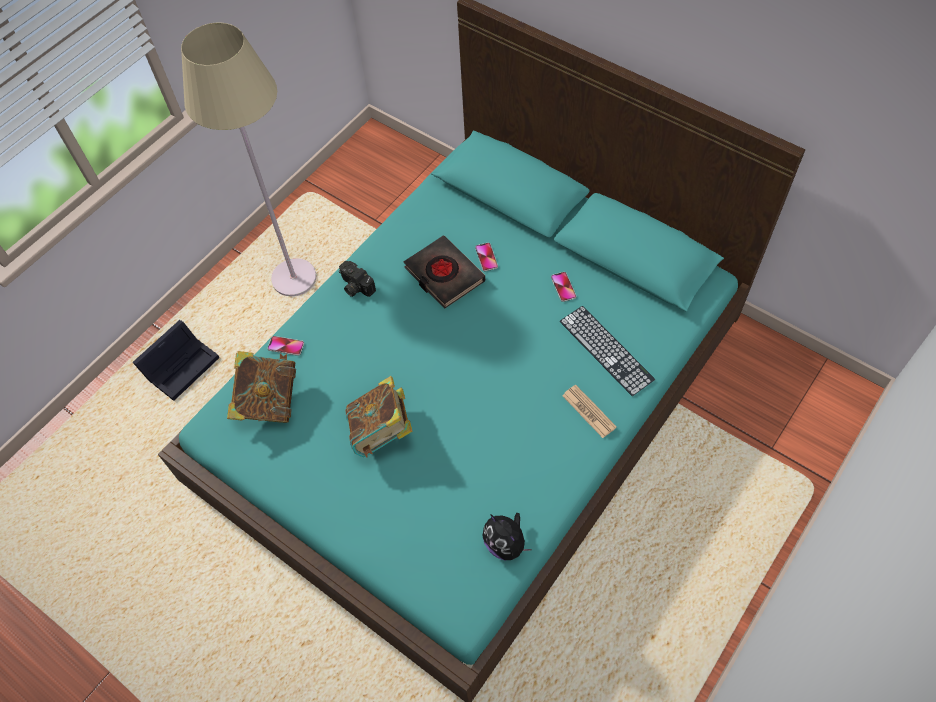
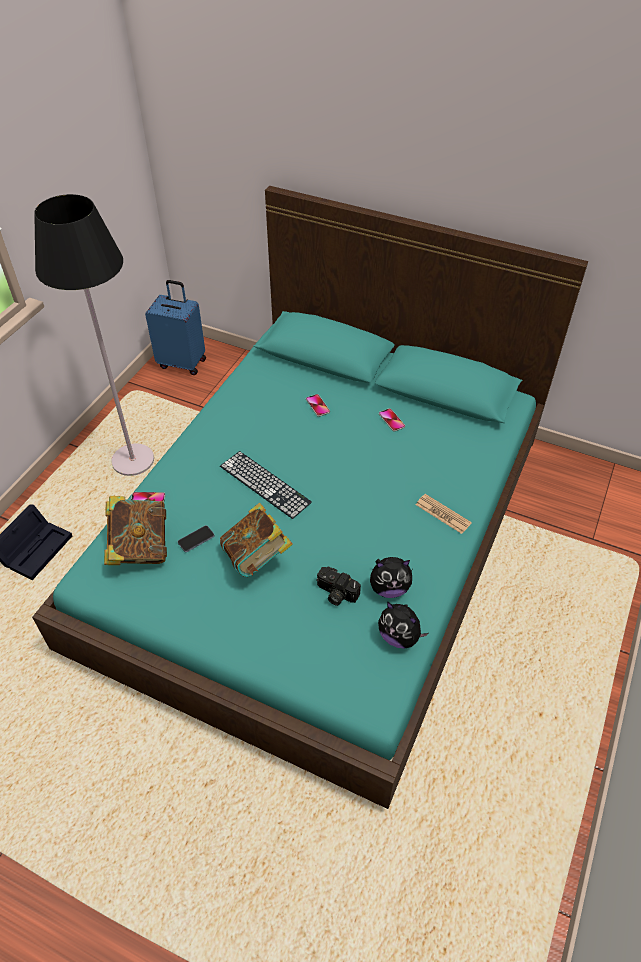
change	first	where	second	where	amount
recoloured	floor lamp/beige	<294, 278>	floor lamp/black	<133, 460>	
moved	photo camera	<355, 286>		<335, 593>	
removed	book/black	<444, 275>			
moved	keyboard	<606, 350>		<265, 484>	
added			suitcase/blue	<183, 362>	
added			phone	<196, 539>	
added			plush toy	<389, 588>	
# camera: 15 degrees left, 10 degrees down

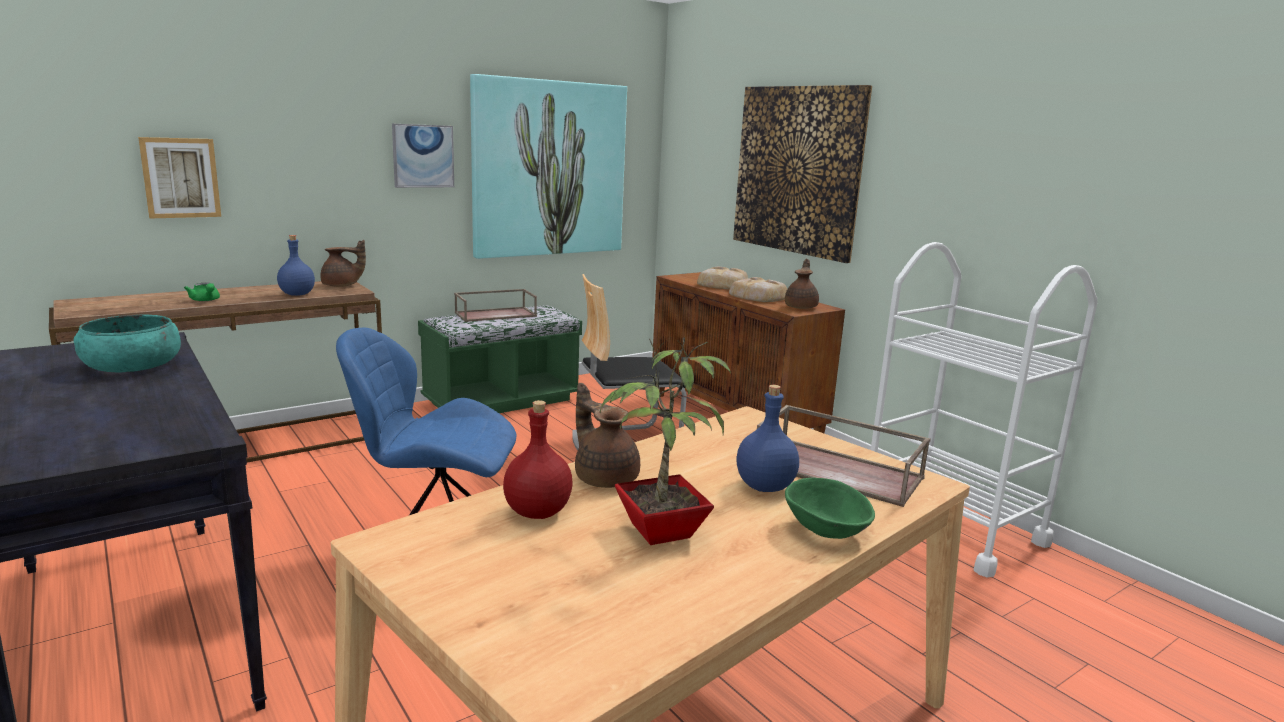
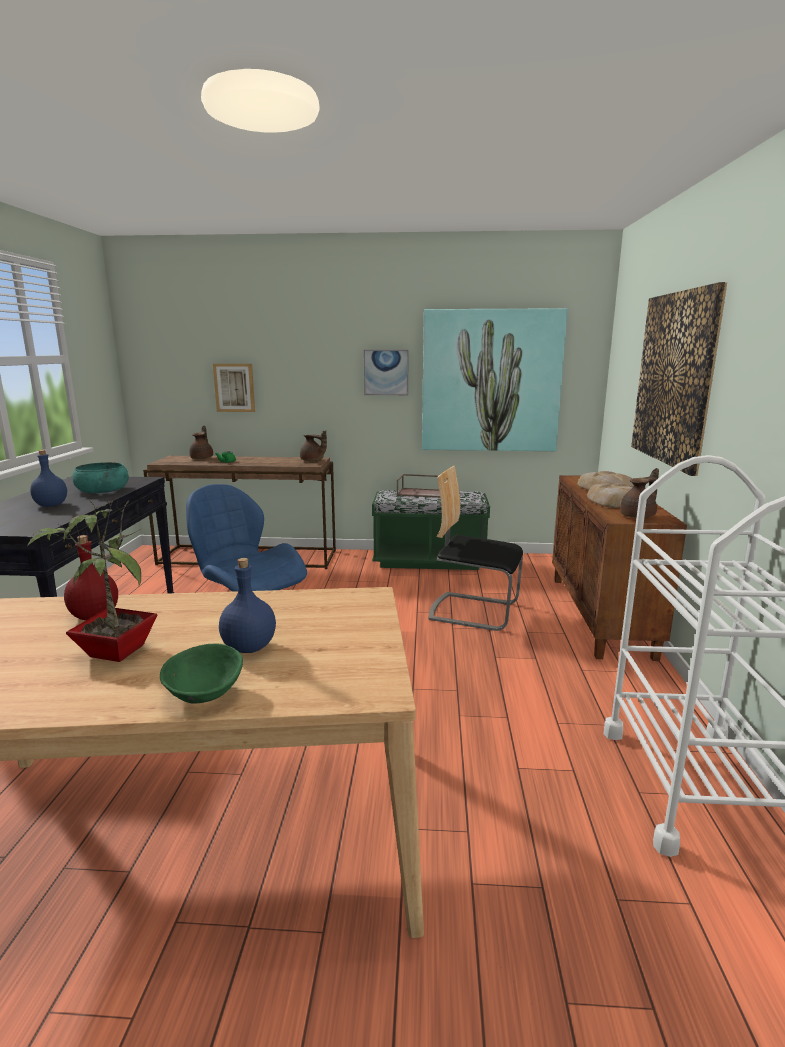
change	first	where	second	where	amount
moved	bottle/blue	<297, 294>		<51, 505>	
moved	teapot/brown	<605, 477>		<202, 458>	
removed	tray/brown	<840, 471>			
# camera: 40 degrees right, 0 degrees up

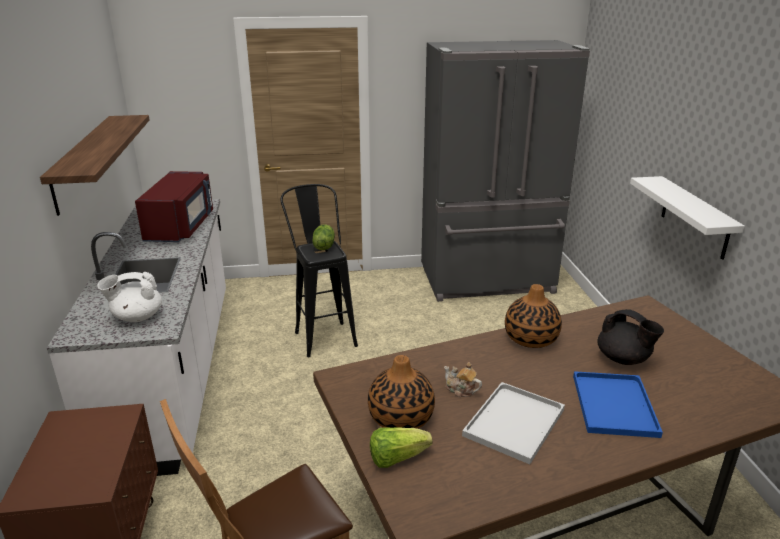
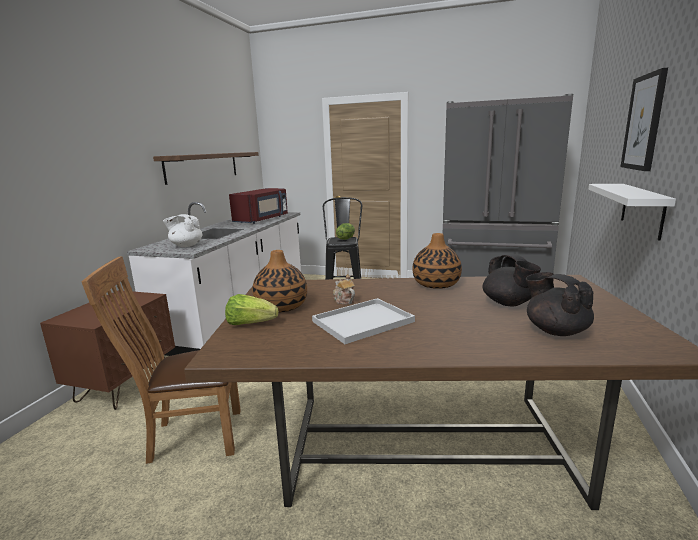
change	first	where	second	where	amount
removed	tray/blue	<615, 406>			
added			teapot/black	<555, 330>	
added			picture	<644, 122>	
# camera: 25 degrees right, 10 degrees down

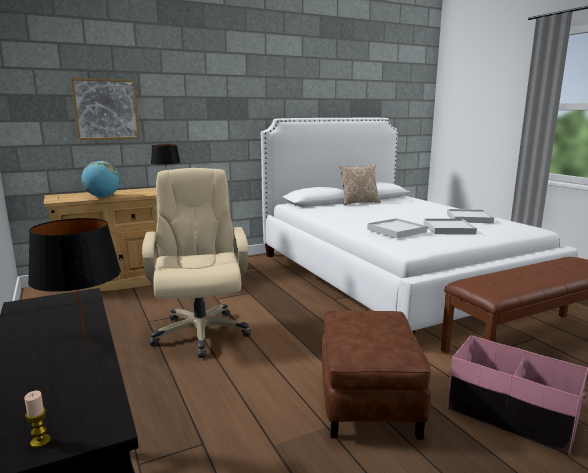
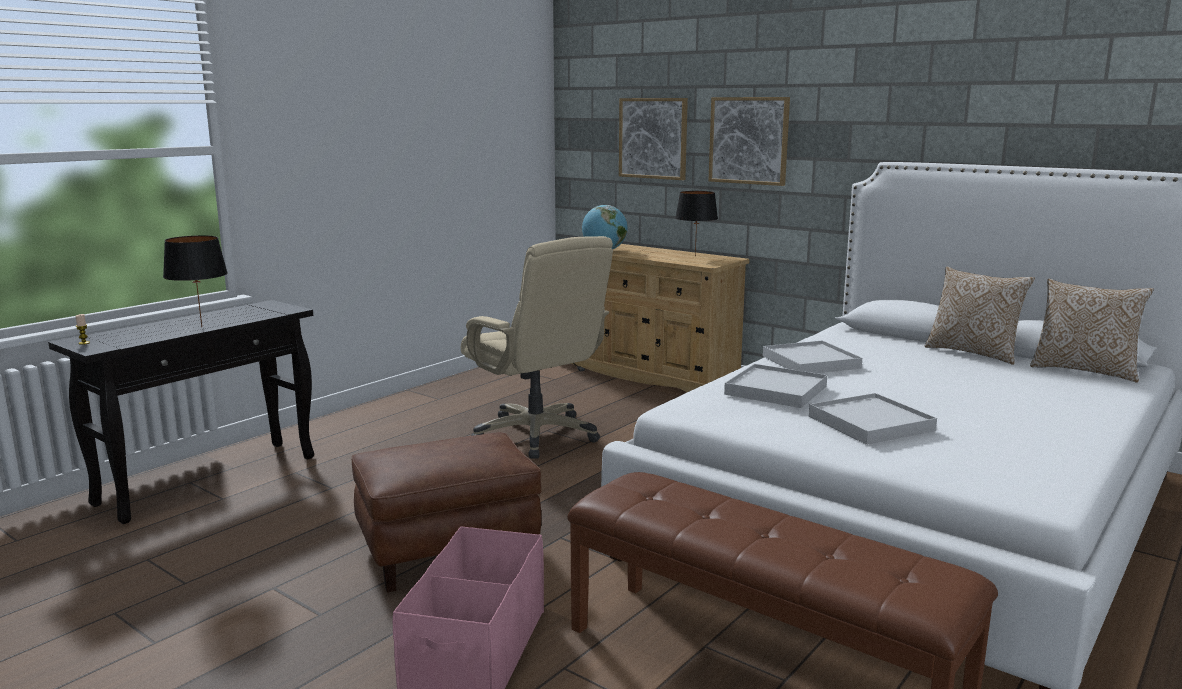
change	first	where	second	where	amount
turned	office chair/beige	<200, 332>		<537, 435>	90 degrees clockwise
moved	tray/white	<469, 218>		<811, 362>	
added			picture	<749, 140>	
added			pillow	<1084, 370>	
# camera: 65 degrees right, 0 degrees up

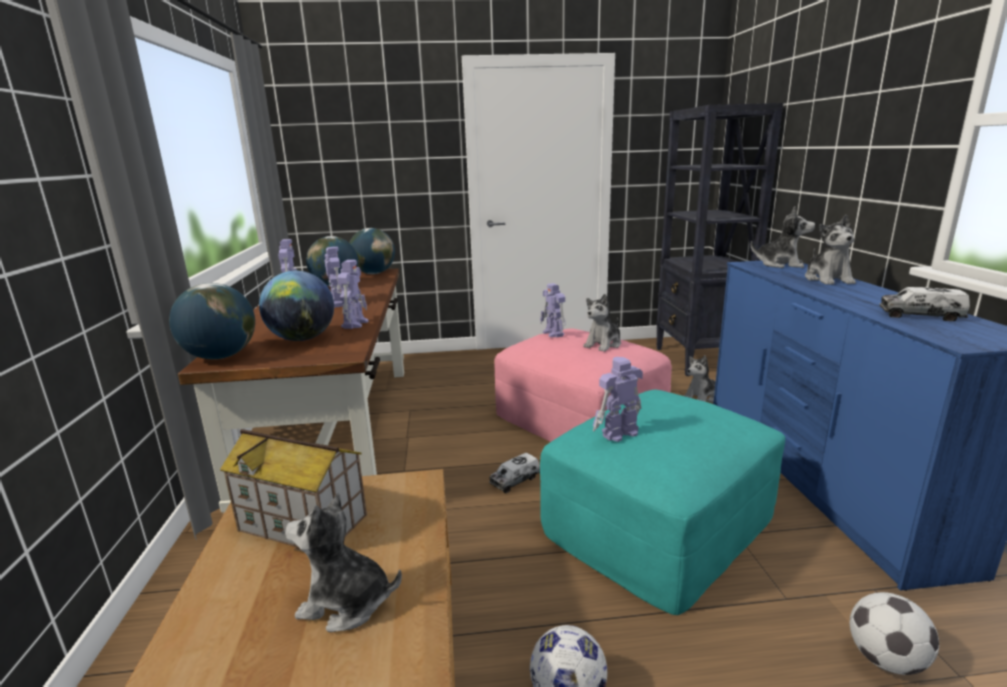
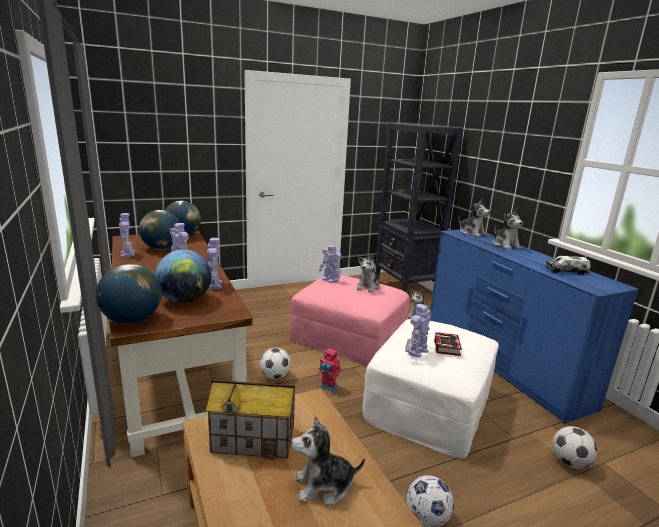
change	first	where	second	where	amount
replaced	toy truck	<515, 480>	toy robot	<328, 387>	
recoloured	ottoman/turquoise	<658, 522>	ottoman/white	<429, 403>	
turned	plush toy	<780, 264>		<472, 233>	45 degrees clockwise
added			football	<275, 376>	
added			book	<447, 346>	
# camera: 20 degrees left, 0 degrees up

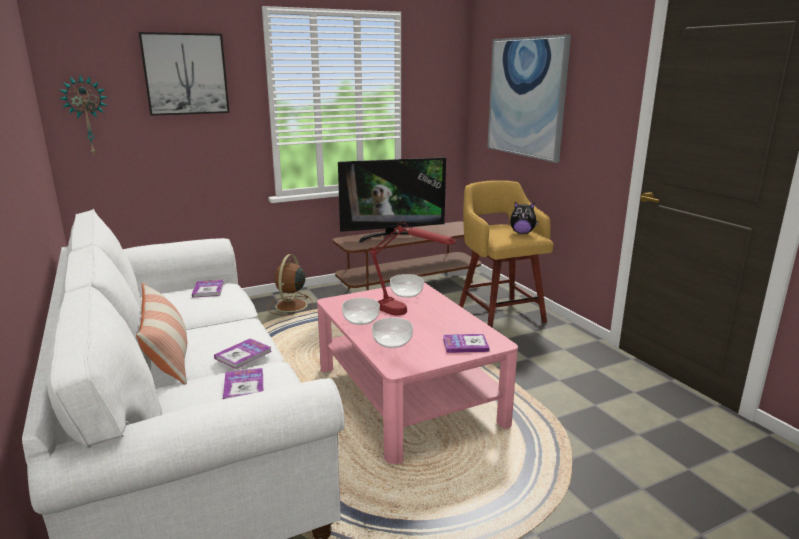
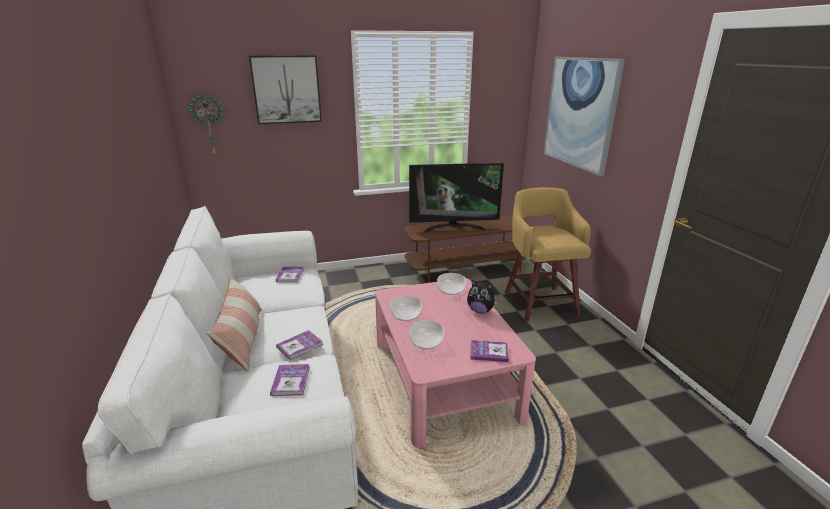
change	first	where	second	where	amount
removed	fan/brown	<290, 306>			
removed	table lamp/red	<408, 315>			
moved	plush toy	<522, 233>		<480, 311>	
# camera: 10 degrees right, 5 degrees up

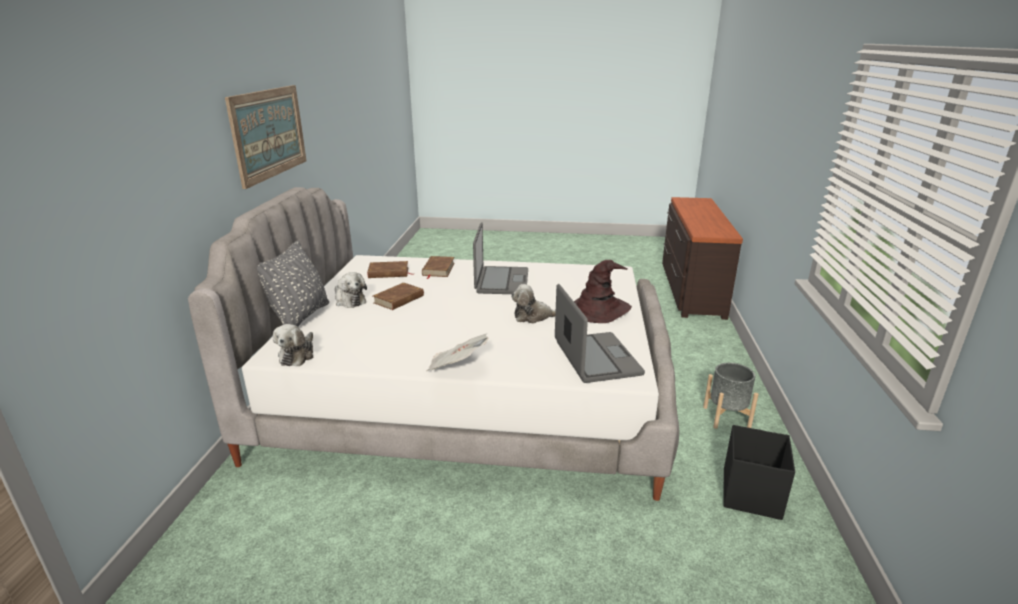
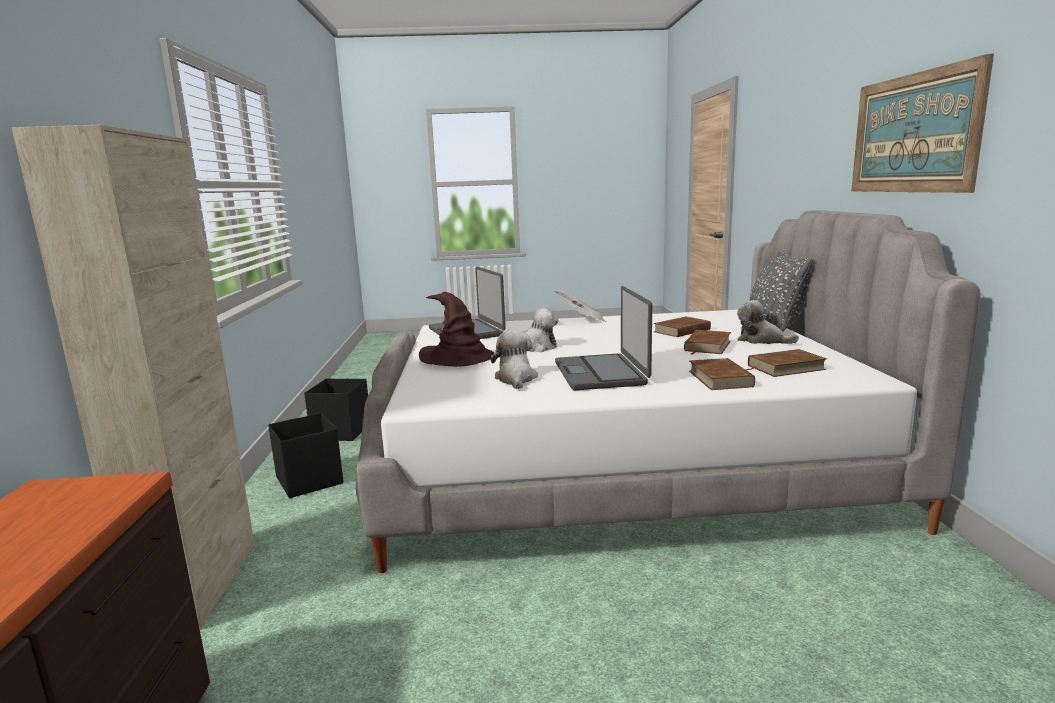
change	first	where	second	where	amount
moved	plush toy	<298, 355>		<516, 379>	
replaced	planter/grey	<726, 417>	storage box/black	<309, 480>	
added			cabinet/beige	<200, 585>	
added			book/brown	<682, 331>	
# camera: 170 degrees right, 10 degrees down

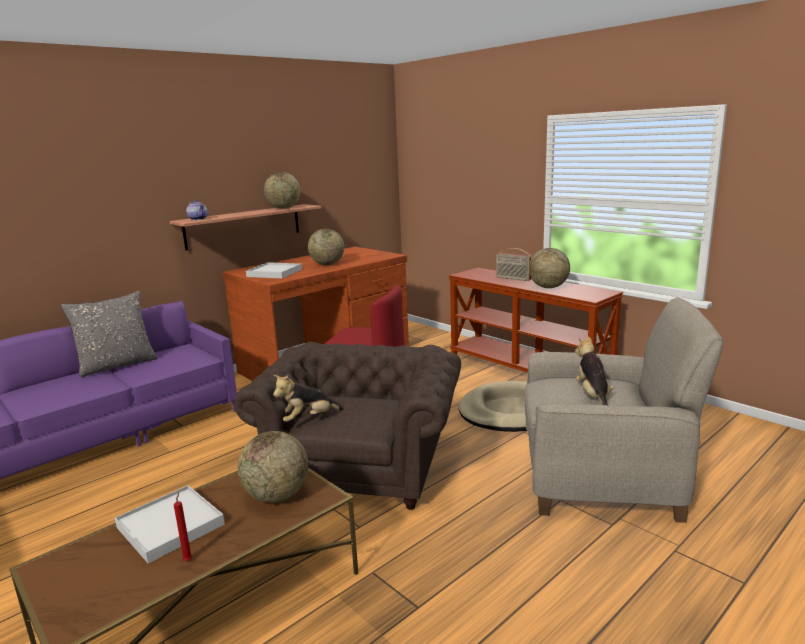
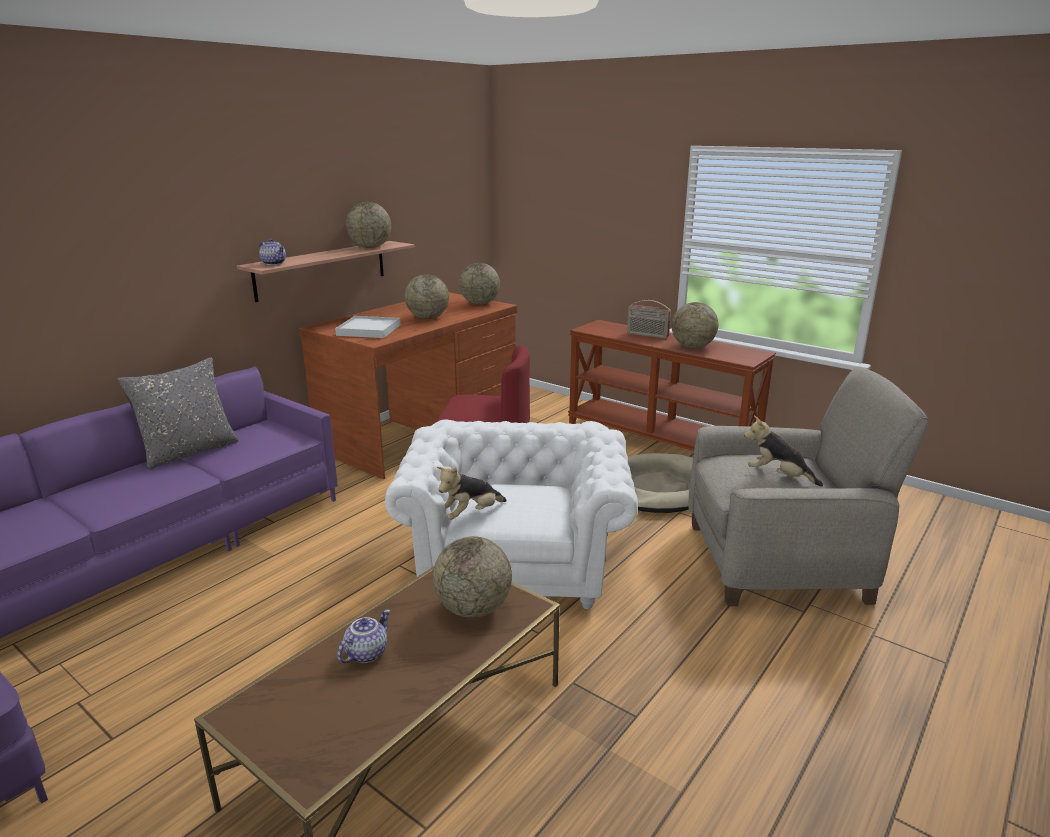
change	first	where	second	where	amount
replaced	tray/white	<170, 526>	teapot	<366, 653>	
removed	candle/red	<188, 560>			
recoloured	armchair/brown	<363, 467>	armchair/white	<516, 563>	
turned	plush toy	<593, 396>		<778, 476>	45 degrees counterclockwise
added			globe	<480, 303>	
# camera: 10 degrees left, 5 degrees up

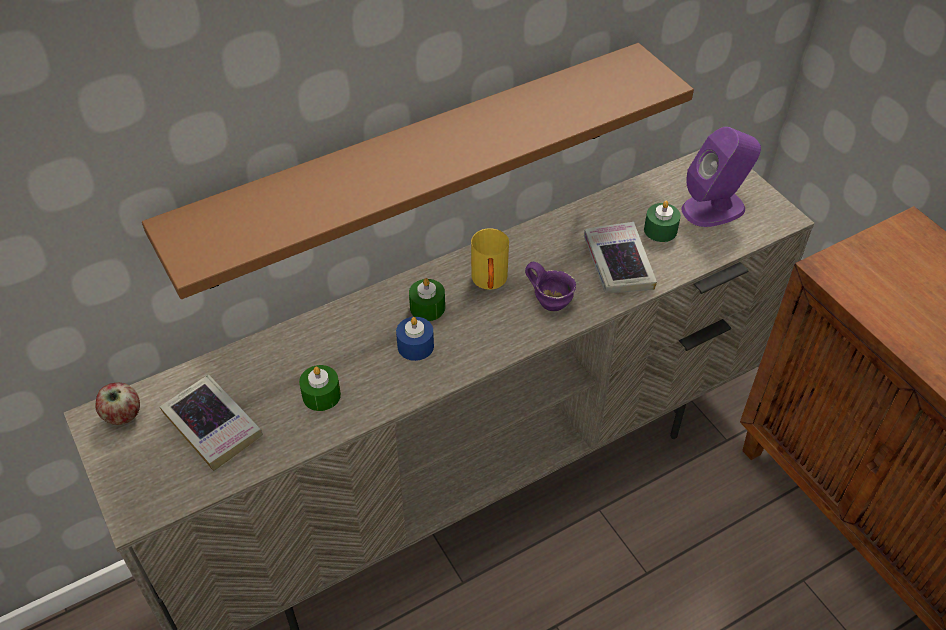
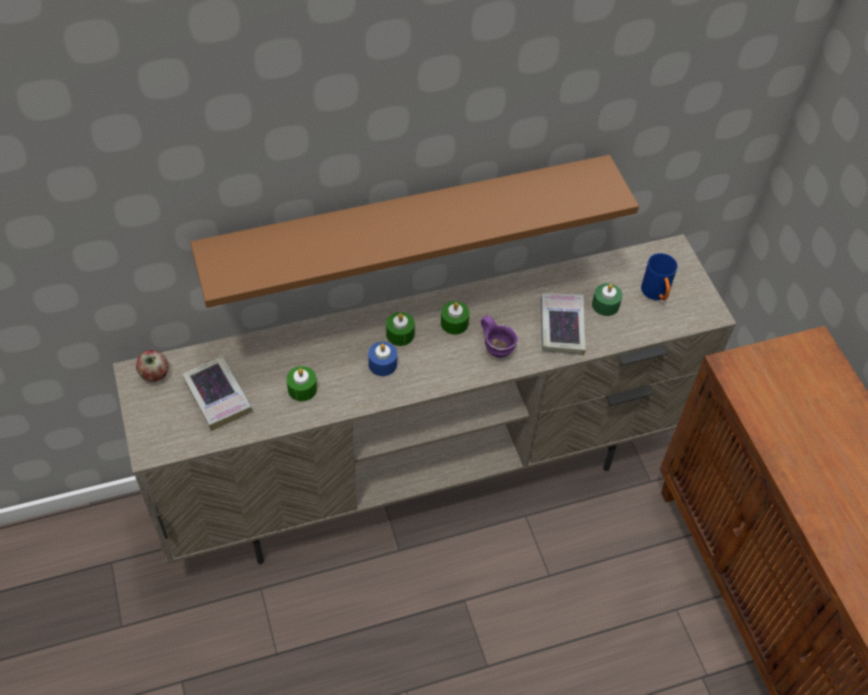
change	first	where	second	where	amount
replaced	mug/yellow	<489, 283>	candle/green	<454, 323>	
replaced	speaker/purple	<714, 208>	mug/blue	<656, 294>	
# camera: 10 degrees right, 5 degrees up

